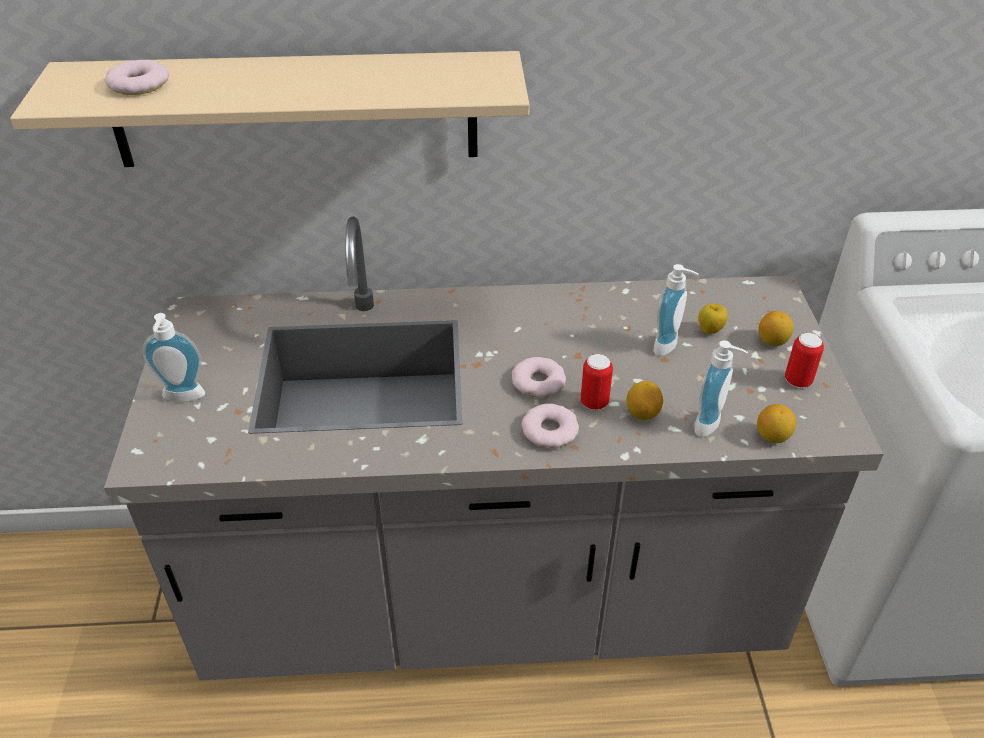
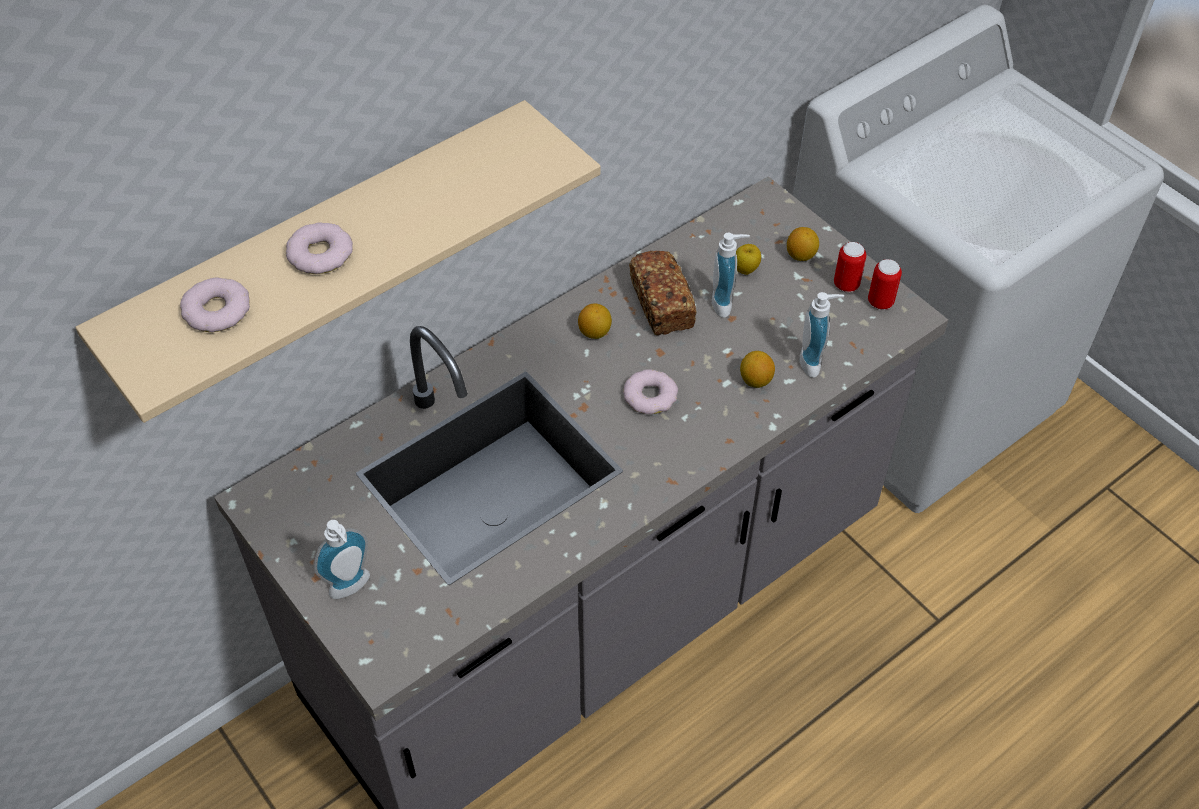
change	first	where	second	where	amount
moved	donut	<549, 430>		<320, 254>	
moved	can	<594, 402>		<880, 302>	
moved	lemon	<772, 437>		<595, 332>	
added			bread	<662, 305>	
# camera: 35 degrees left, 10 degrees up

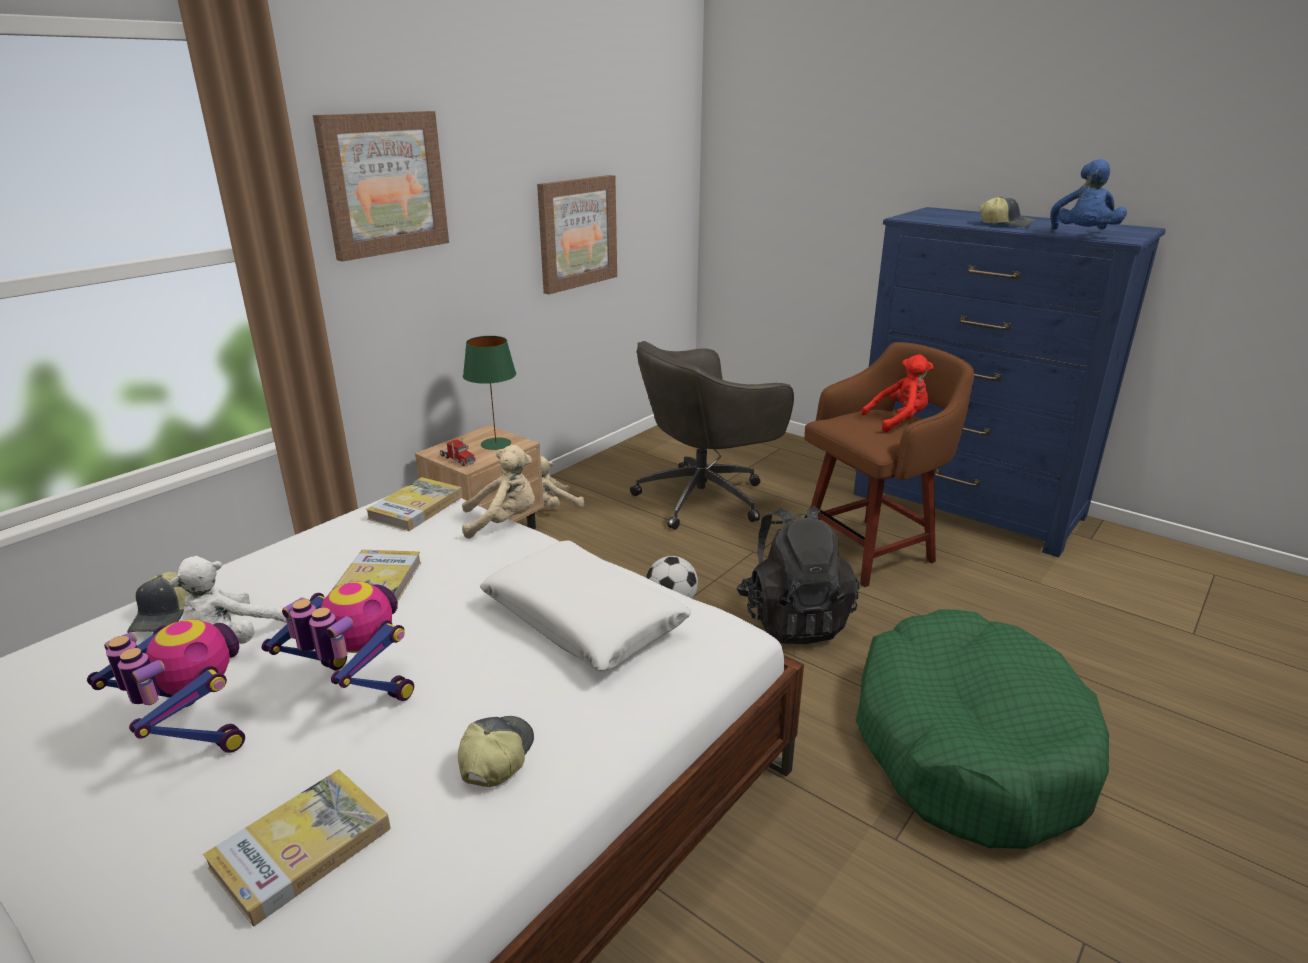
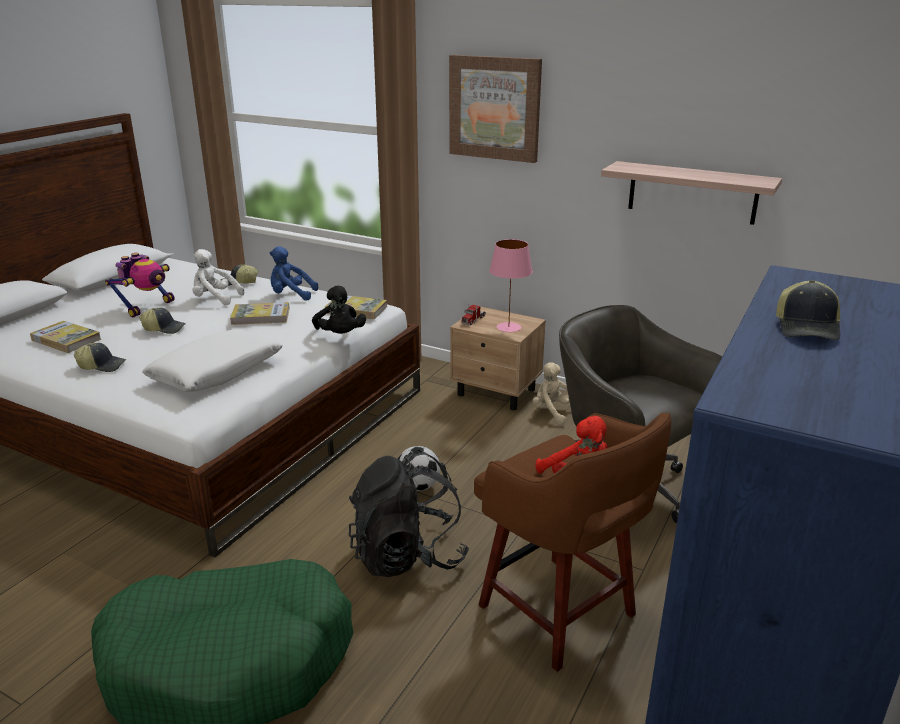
change	first	where	second	where	amount
replaced	toy robot	<355, 690>	cap	<164, 328>	
recoloured	plush toy/beige	<504, 522>	plush toy/black	<340, 335>	
recoloured	table lamp/green	<495, 443>	table lamp/pink	<509, 327>	
replaced	picture	<577, 233>	shelf	<692, 192>	
moved	plush toy/blue	<1082, 235>		<291, 295>	
# camera: 80 degrees right, 0 degrees up

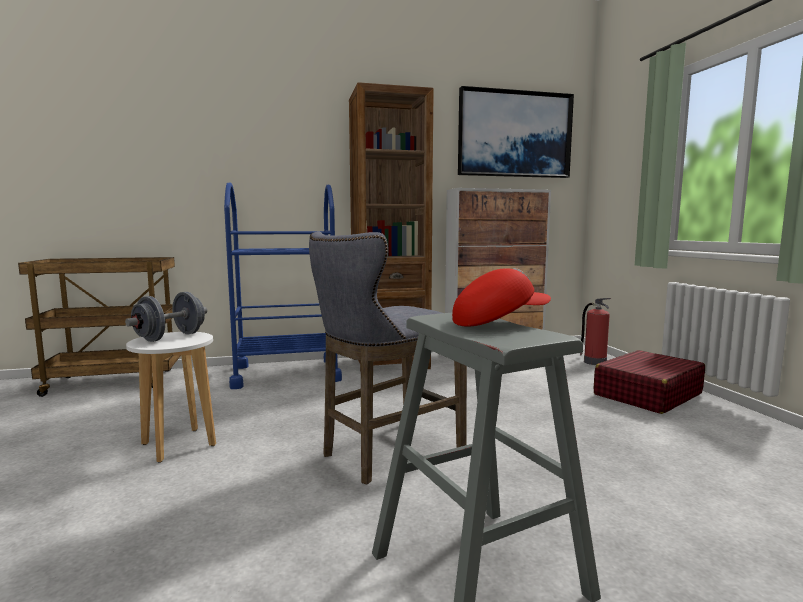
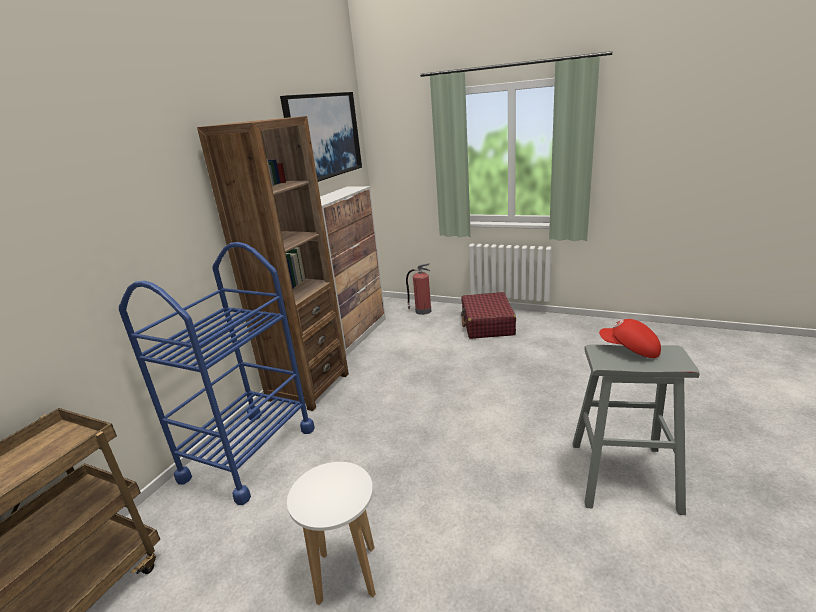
change	first	where	second	where	amount
removed	dumbbell/grey	<170, 337>			
removed	stool/grey	<386, 452>			
turned	cap/red	<498, 322>		<629, 349>	75 degrees counterclockwise
# camera: 50 degrees left, 15 degrees up

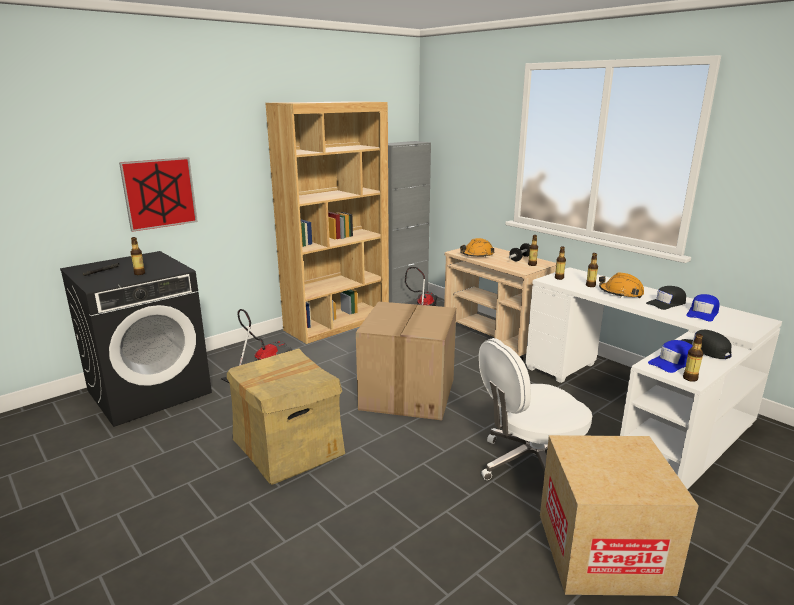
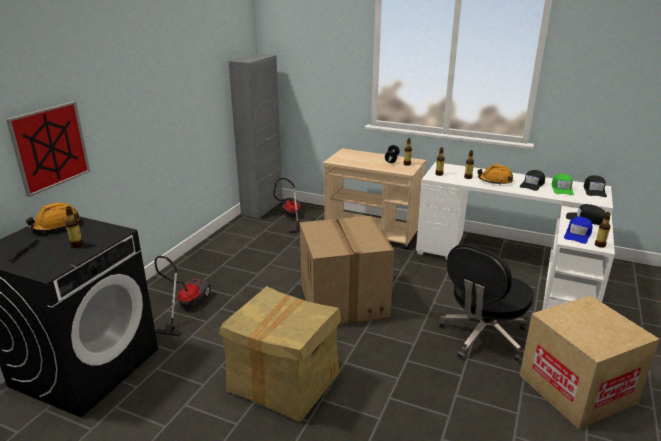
change	first	where	second	where	amount
removed	bookcase/brown	<337, 324>			
moved	hard hat/orange	<477, 255>		<56, 225>	
recoloured	office chair/white	<530, 465>	office chair/black	<483, 337>	
recoloured	cap/blue	<702, 313>	cap/green	<562, 189>	
added			cap/black	<594, 190>	
# camera: 25 degrees left, 5 degrees up

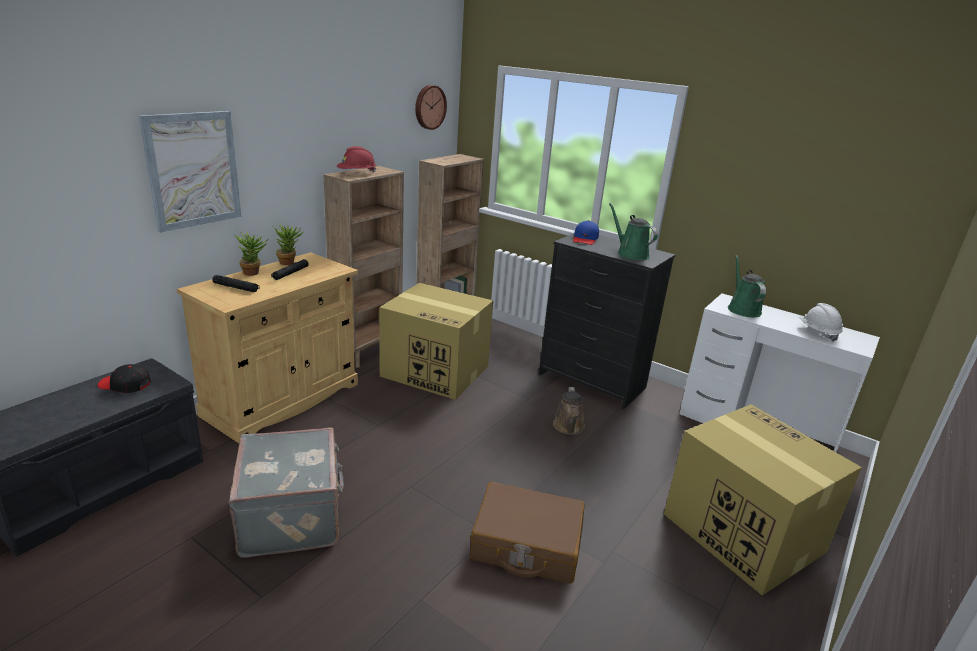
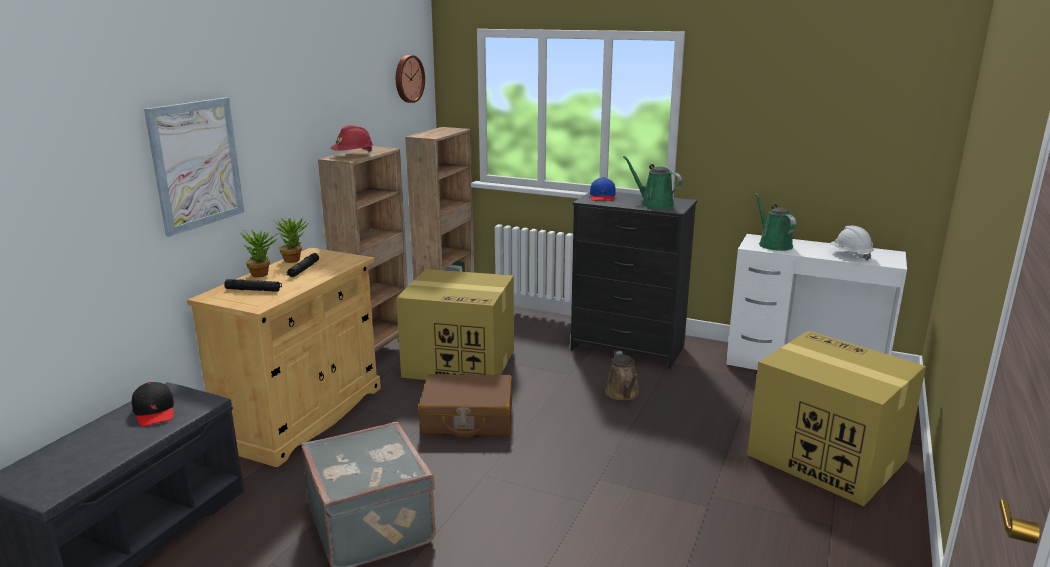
change	first	where	second	where	amount
turned	cap/black	<125, 385>		<155, 411>	120 degrees counterclockwise
moved	suitcase/brown	<526, 544>		<467, 418>	
# camera: 10 degrees left, 5 degrees down

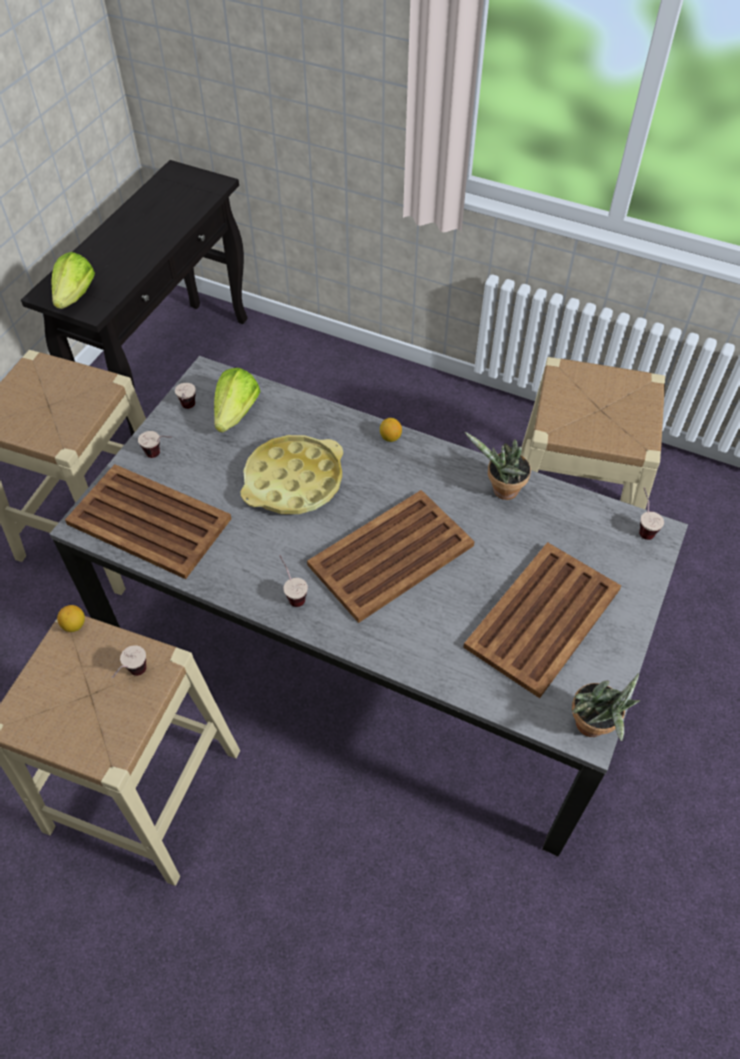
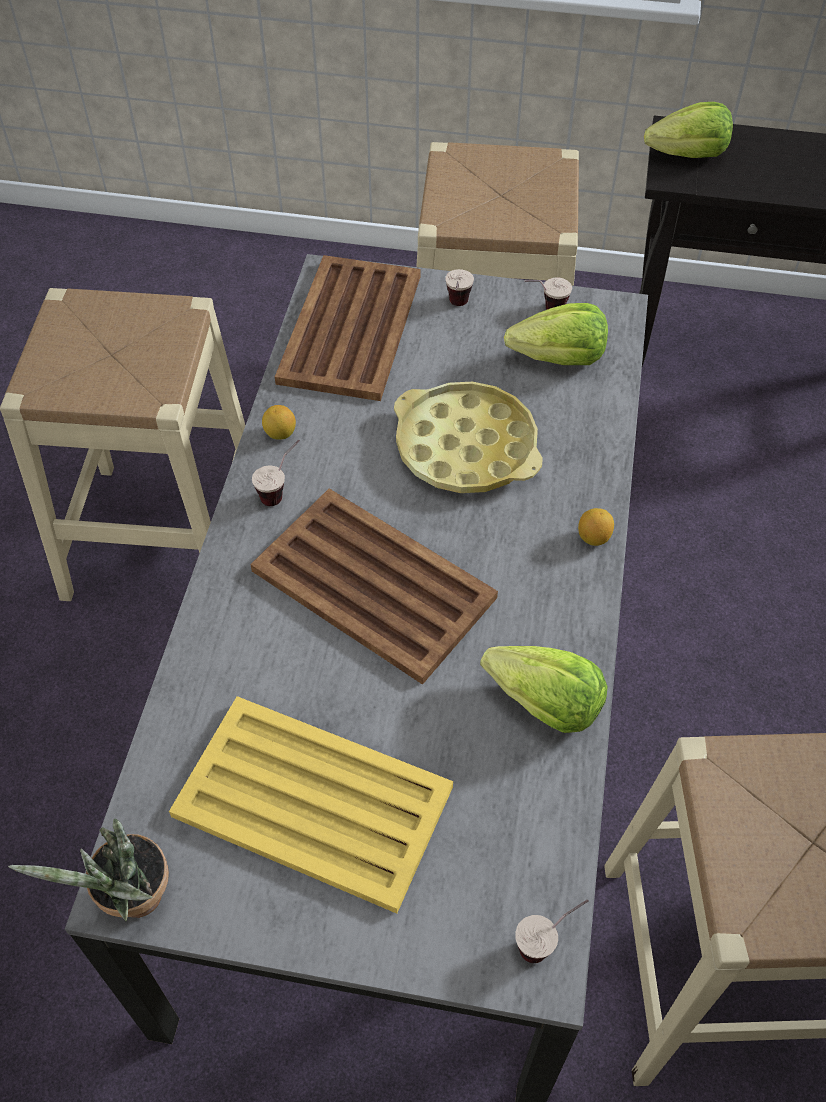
change	first	where	second	where	amount
moved	lemon	<74, 625>		<280, 434>	
removed	cup	<133, 677>			
recoloured	tray/brown	<544, 617>	tray/yellow	<315, 803>	
replaced	potted plant	<501, 491>	lettuce	<544, 705>	
# camera: 75 degrees right, 0 degrees up

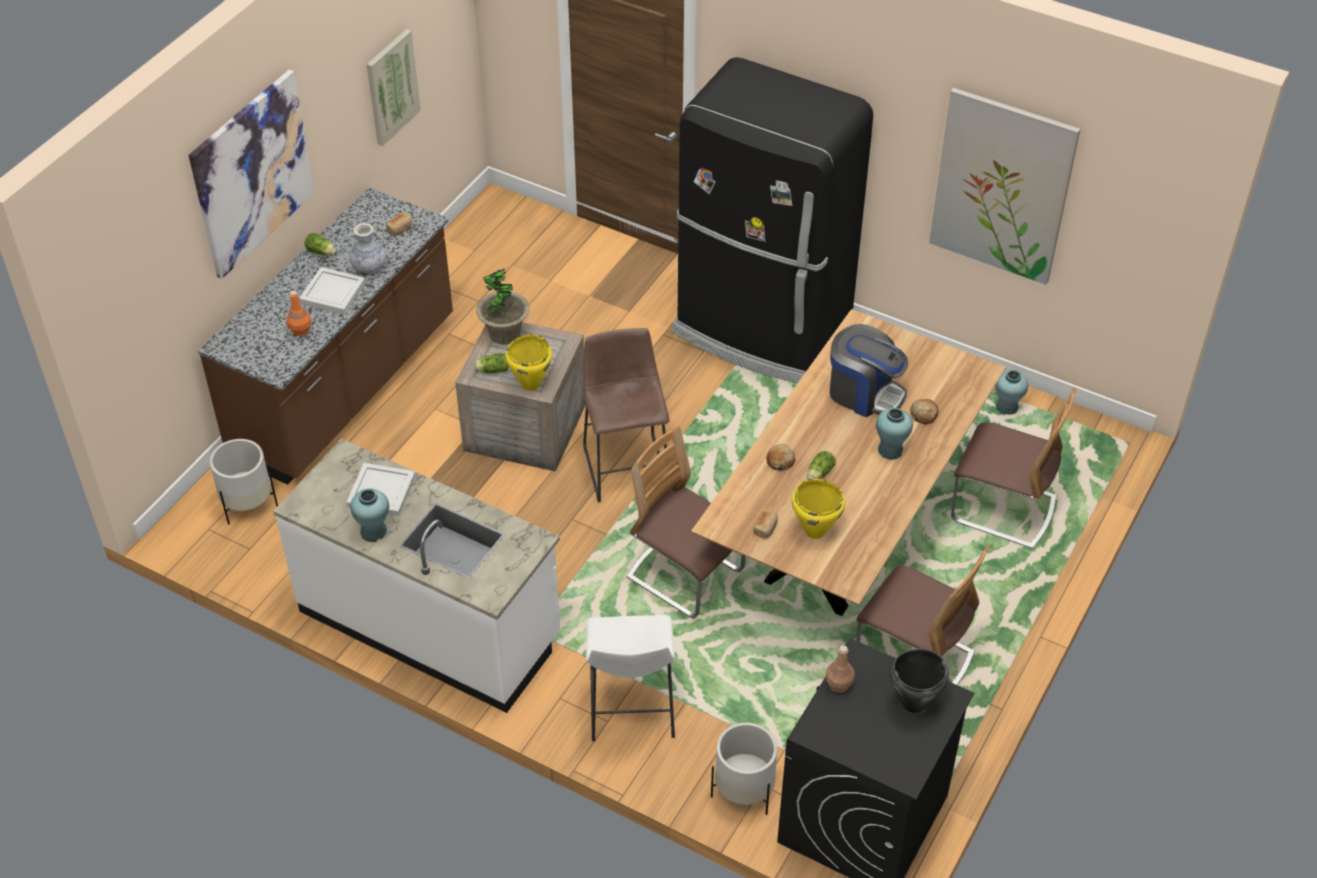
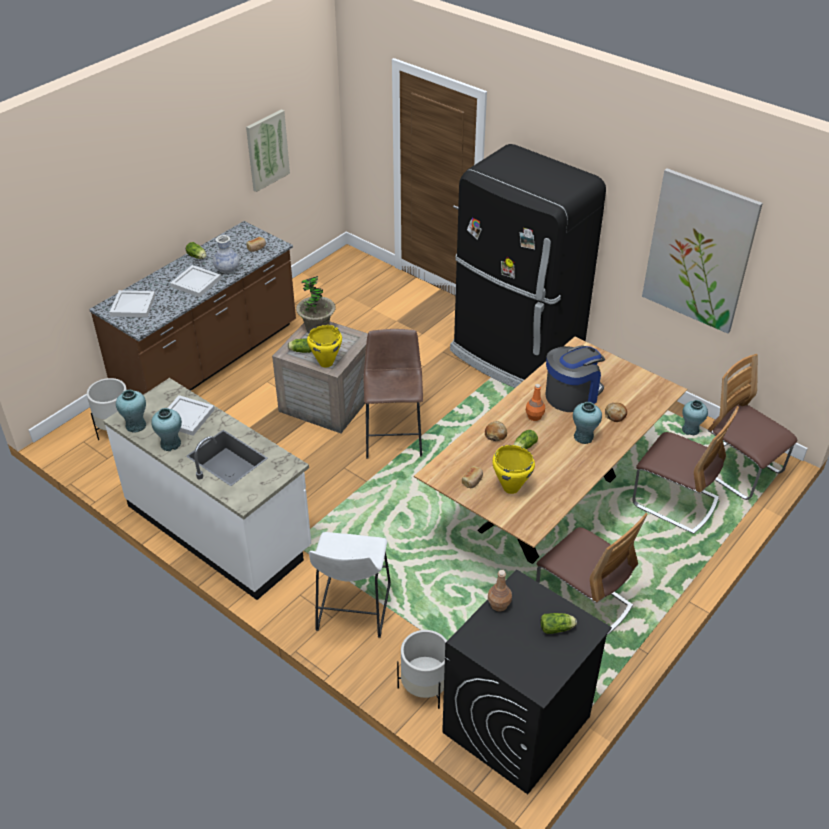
change	first	where	second	where	amount
removed	picture	<252, 173>			
moved	bottle/orange	<300, 330>		<534, 416>	
moved	chair	<685, 575>		<738, 471>	
turned	coffee machine	<864, 393>		<572, 394>	75 degrees counterclockwise
replaced	cooking pot/black	<913, 703>	lettuce	<558, 628>	
added			tray/white	<132, 305>	
added			vase/turquoise	<135, 425>	
# camera: 10 degrees right, 5 degrees down

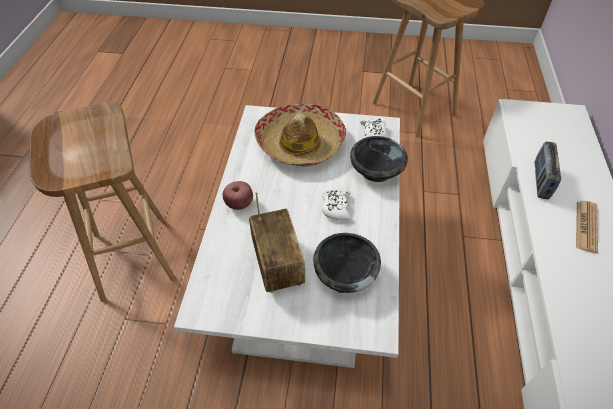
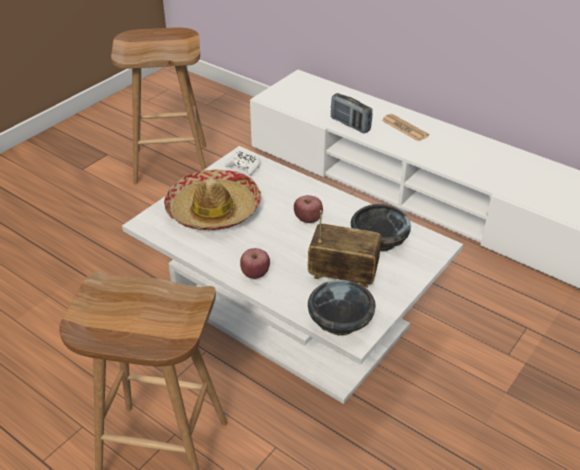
change	first	where	second	where	amount
replaced	game controller/white	<336, 207>	apple	<308, 219>	
moved	bowl/black	<376, 171>		<340, 322>	
# camera: 60 degrees left, 10 degrees down

